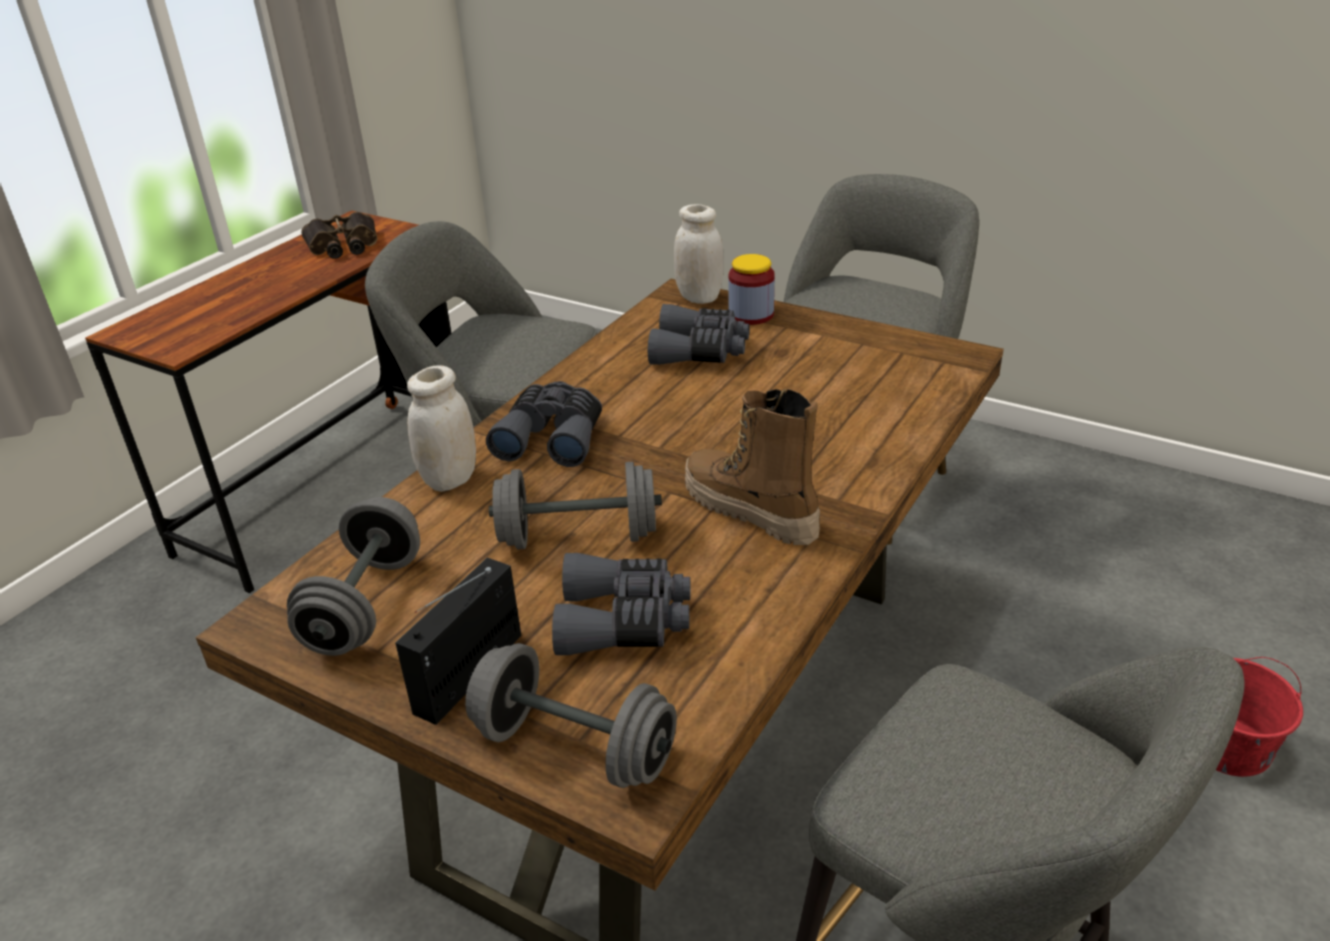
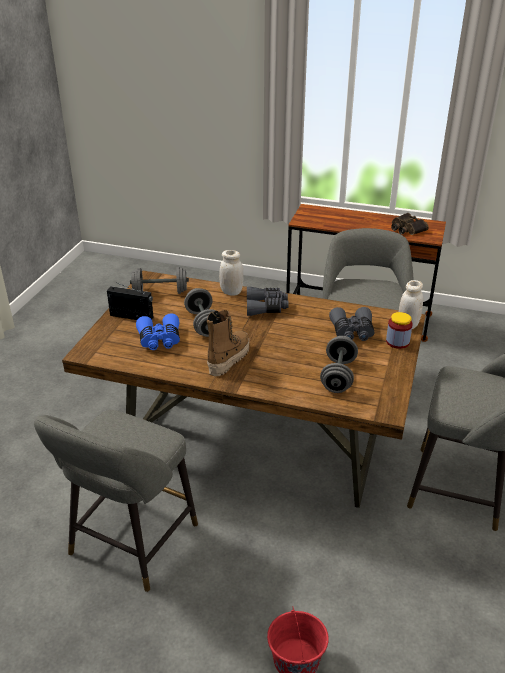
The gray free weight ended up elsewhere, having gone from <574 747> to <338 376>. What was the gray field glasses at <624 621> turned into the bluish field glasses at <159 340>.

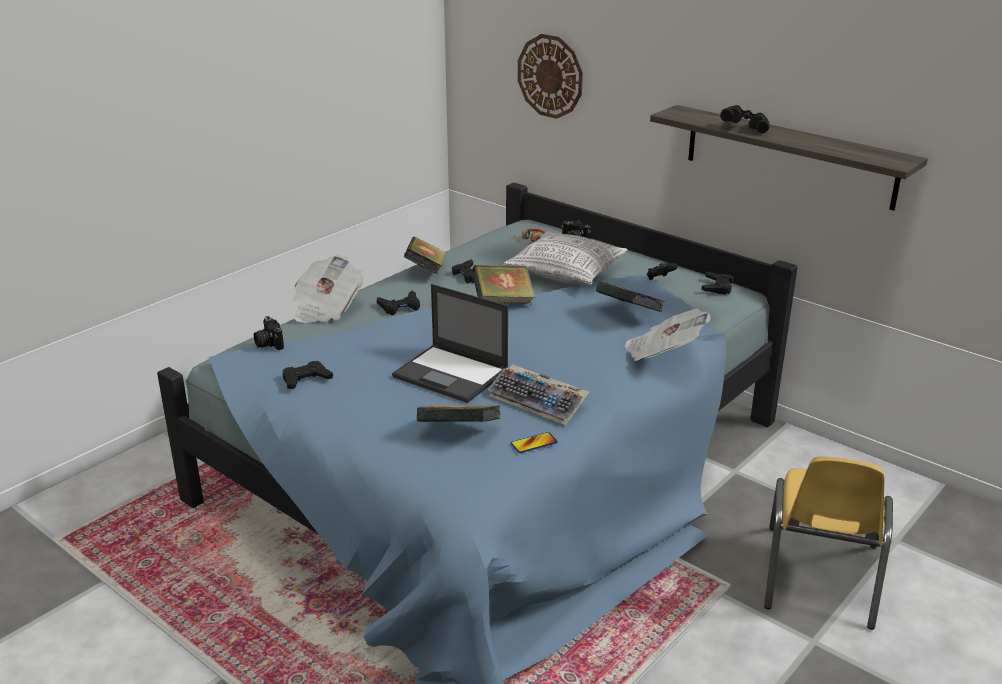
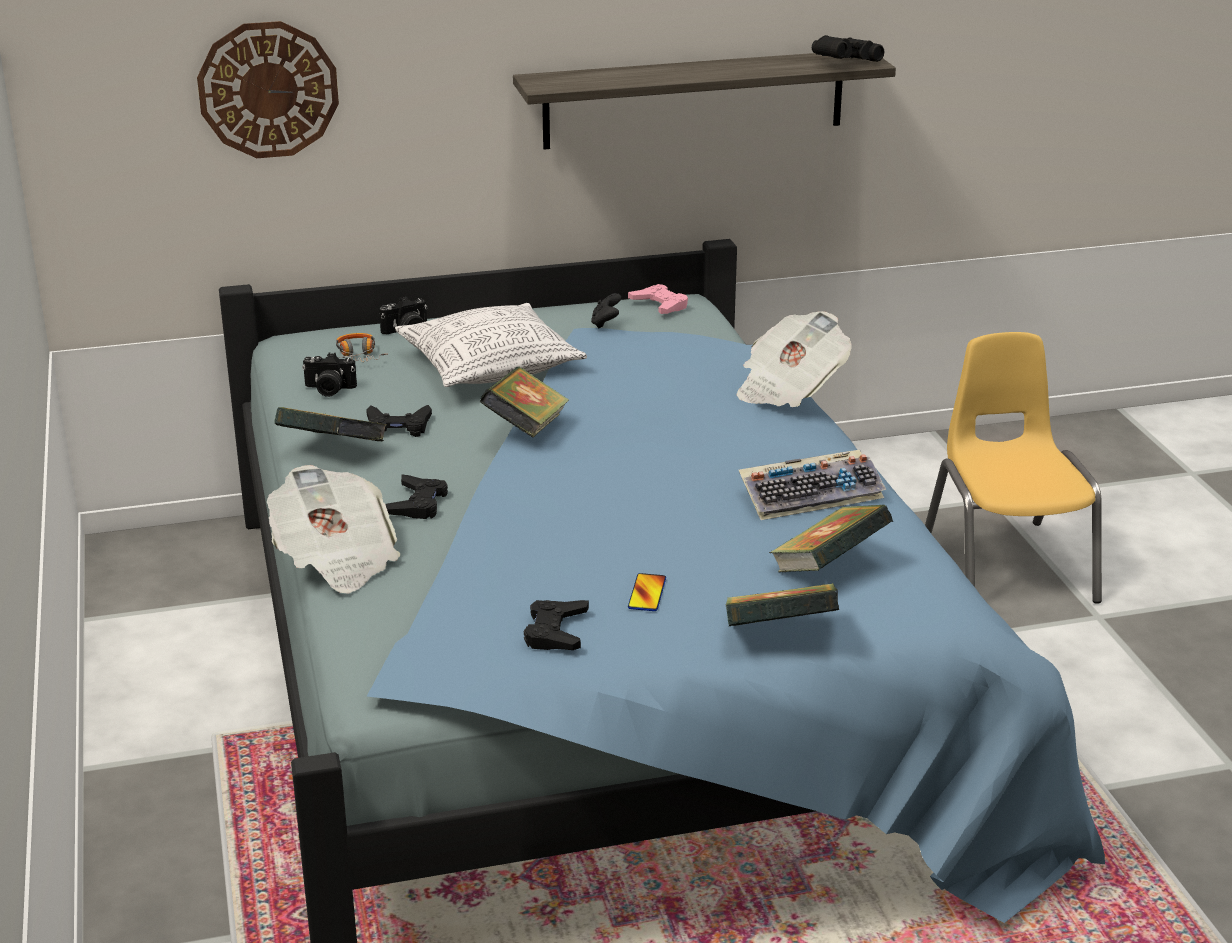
The photo camera ended up elsewhere, having gone from <268 343> to <329 390>. The second view lost the laptop at <452 374>. The telephone ended up elsewhere, having gone from <534 443> to <647 593>. The bound book ended up elsewhere, having gone from <629 313> to <780 635>. What was the blackish gamepad at <717 287> turned into the pink-coloured gamepad at <660 305>. The blackish field glasses ended up elsewhere, having gone from <745 128> to <843 63>. The yellow upright chair at <819 576> ended up facing another way, 150 degrees counterclockwise from before.

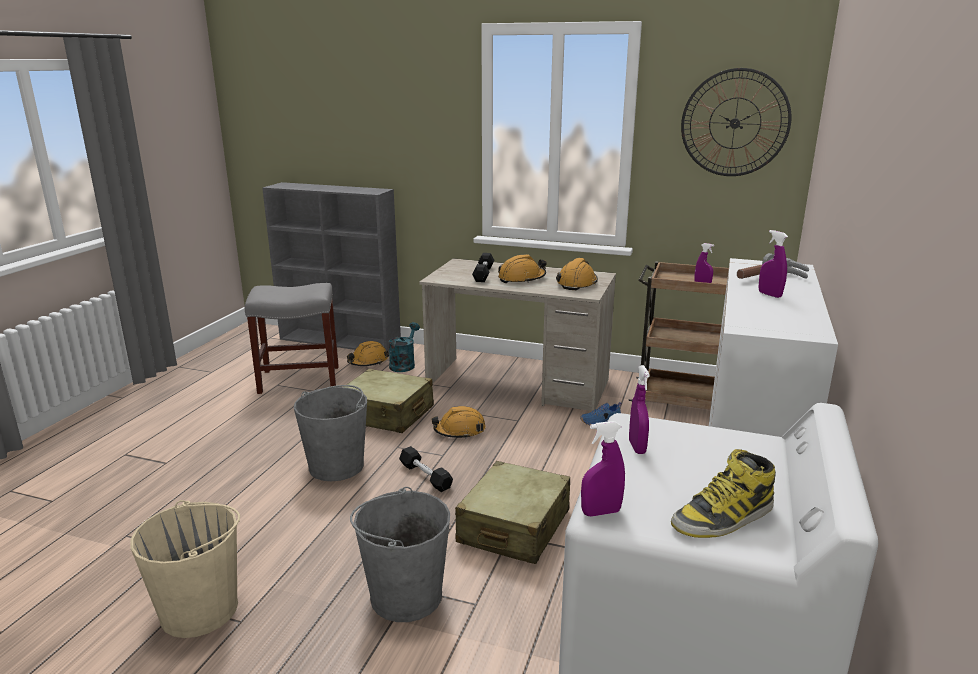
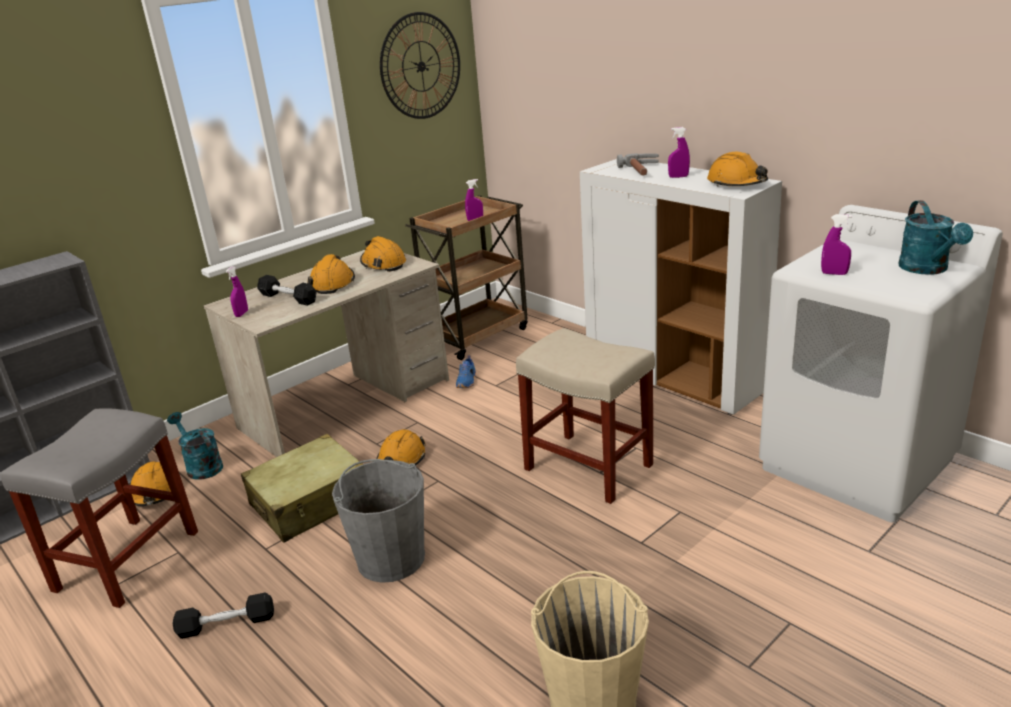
The second view lost the gray water bucket at <405 596>. The blackish free weight ended up elsewhere, having gone from <425 476> to <226 624>. Where the sand-coloured suitcase stood at <514 527>, the sand-coloured stool seat came to stand at <590 467>. The purple-coloured sprayer ended up elsewhere, having gone from <601 512> to <241 314>. Where the high-top boot stood at <723 518>, the blue-green watering can came to stand at <927 269>. The second view gained the orange work helmet at <737 183>.

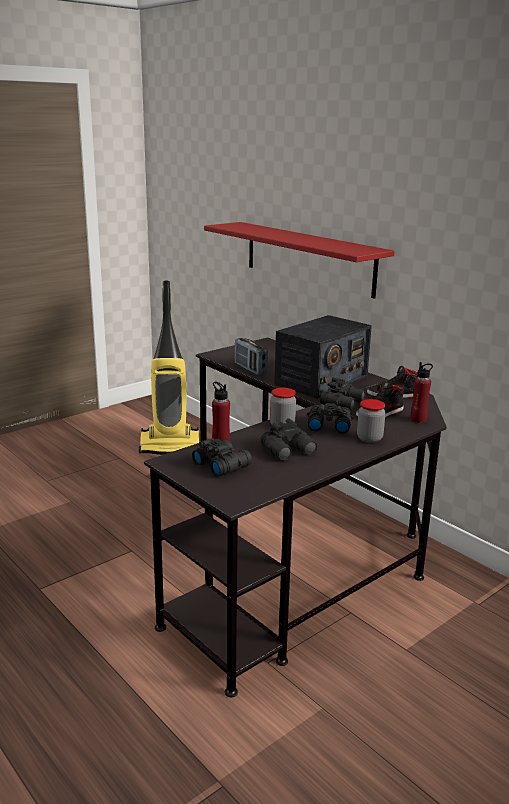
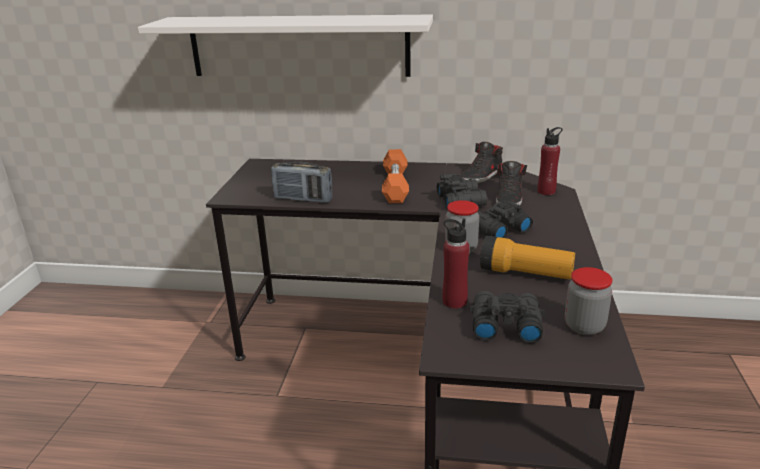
The second view lost the hoover at <170 446>. What was the reddish shelf at <308 258> turned into the white-coloured shelf at <298 46>. Where the blackish field glasses stood at <289 451>, the flashlight came to stand at <525 273>. Where the radio stood at <321 381>, the orange free weight came to stand at <395 186>. The jar ended up elsewhere, having gone from <369 438> to <584 326>.

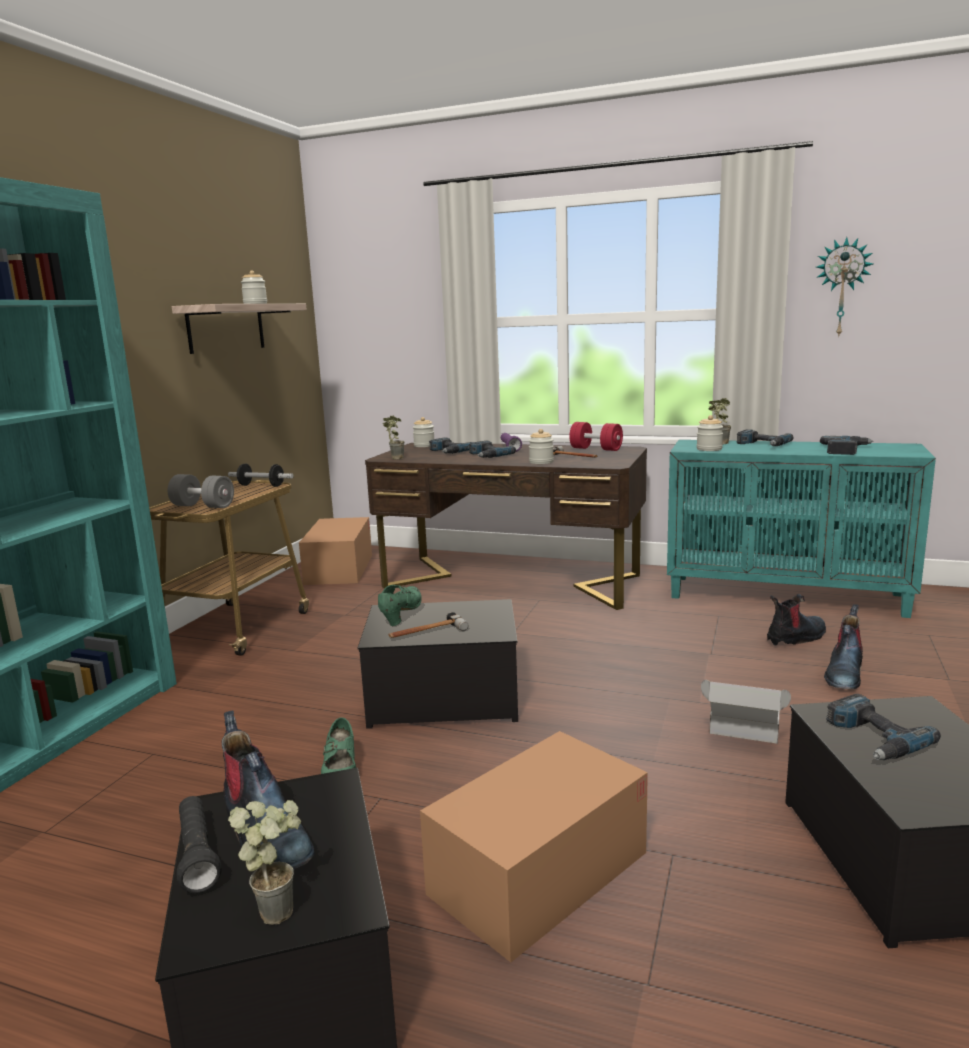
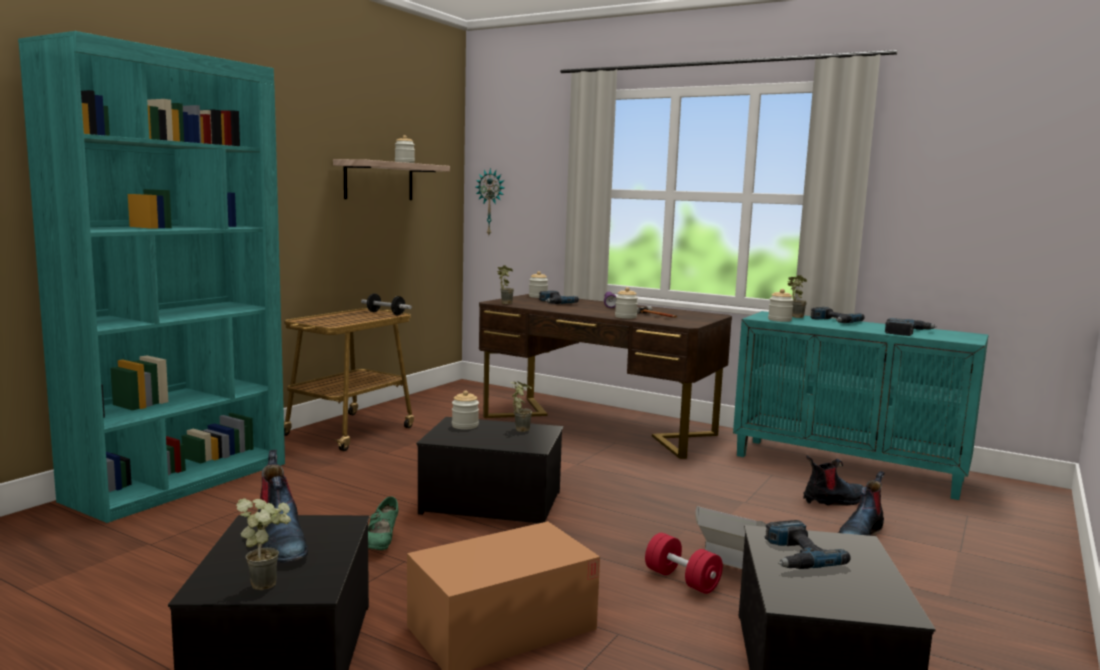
The second view lost the gray free weight at <203 506>. The second view lost the blackish flashlight at <197 855>. The second view lost the packing box at <339 569>. Where the green-coloured shoe stood at <401 615>, the jar came to stand at <465 426>. The second view lost the tool hammer at <427 633>. The second view lost the drill at <487 455>. The reddish free weight ended up elsewhere, having gone from <596 449> to <682 580>. The clock on the wall ended up elsewhere, having gone from <842 288> to <491 202>. The second view gained the houseplant at <519 429>.

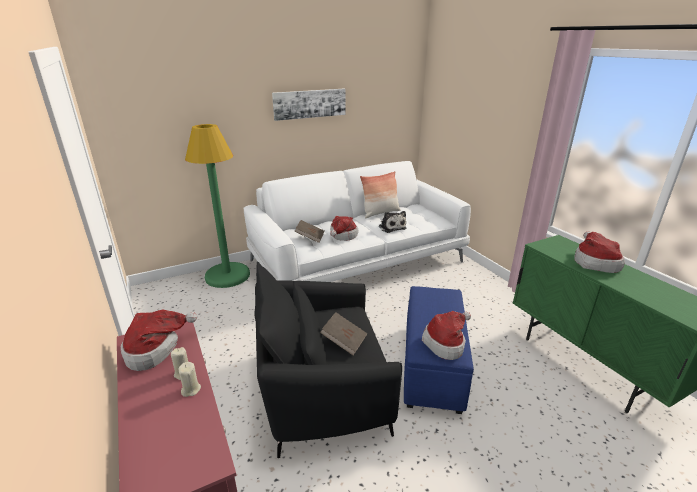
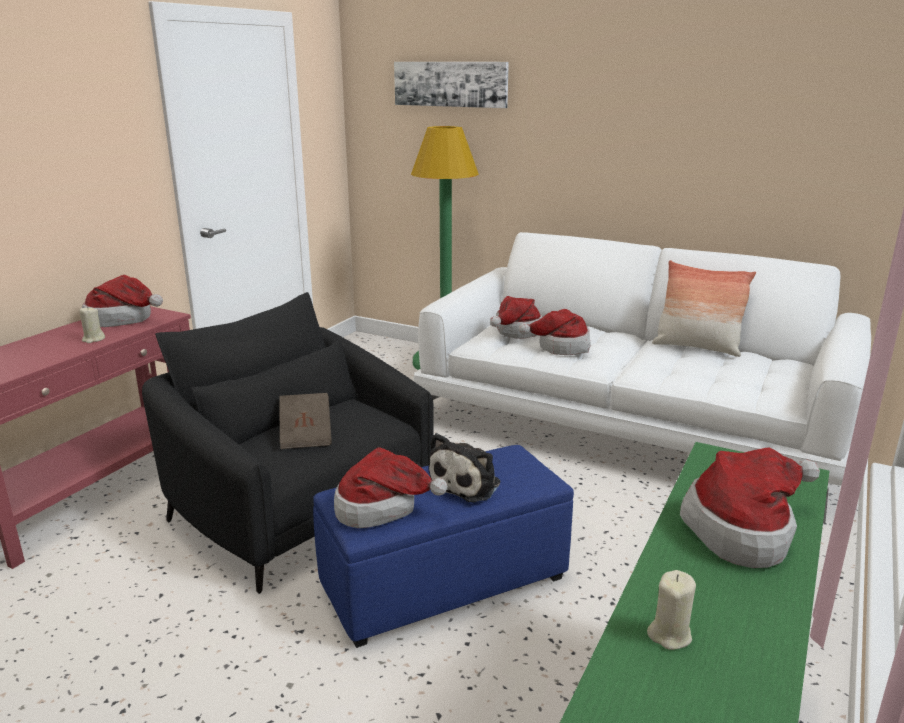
The sand-coloured wax light ended up elsewhere, having gone from <191 389> to <669 634>. The wall picture ended up elsewhere, having gone from <309 103> to <450 84>. Where the brown bound book stood at <310 237>, the clothing hat came to stand at <515 331>. The plush toy ended up elsewhere, having gone from <391 227> to <467 483>.

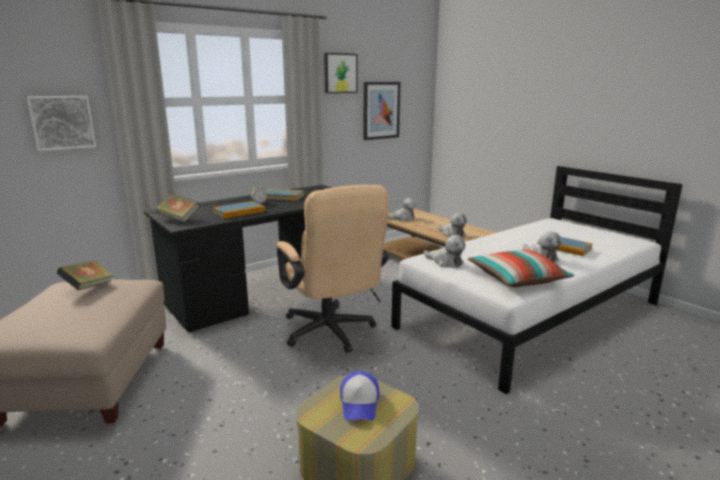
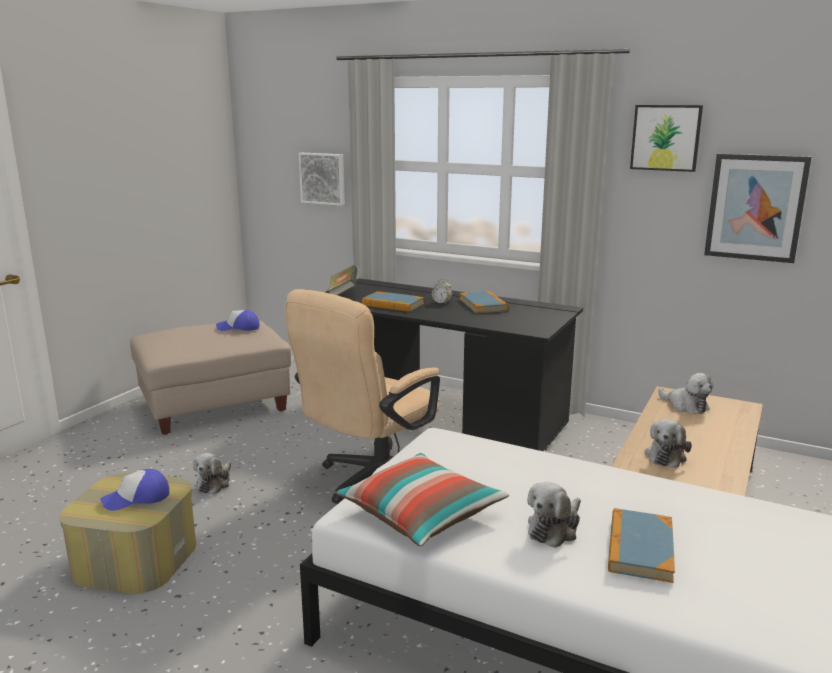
Where the bound book stood at <88 287>, the baseball cap came to stand at <238 328>. The plush toy ended up elsewhere, having gone from <445 262> to <215 483>.

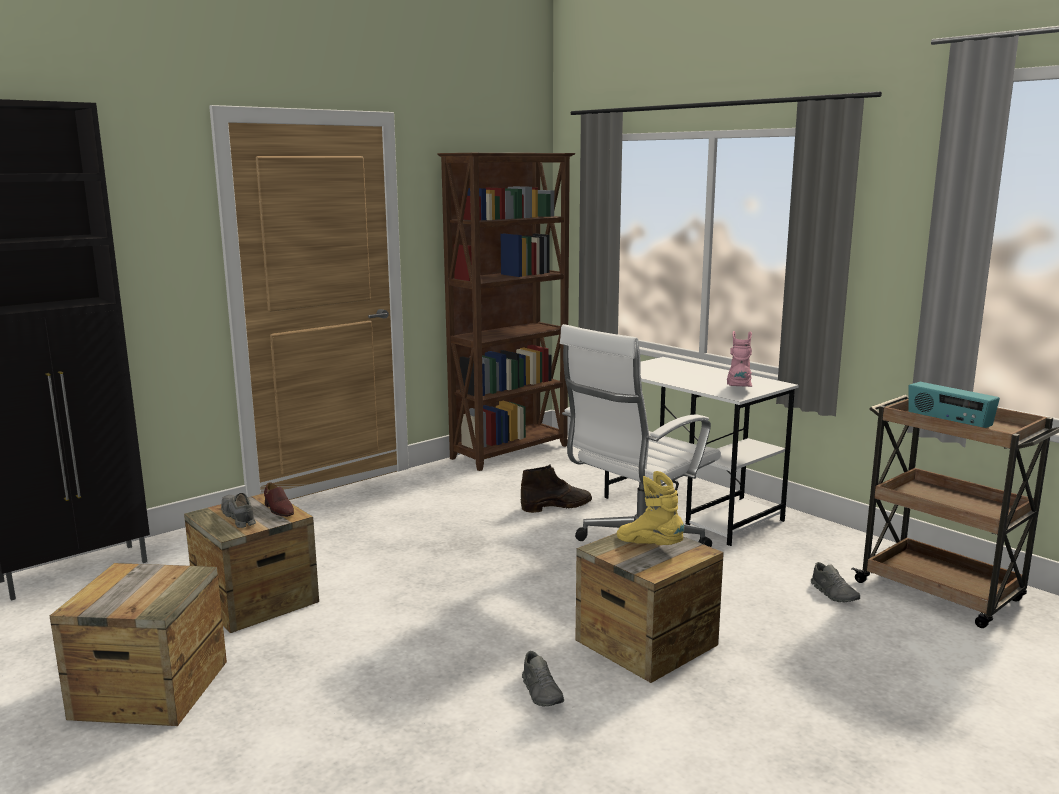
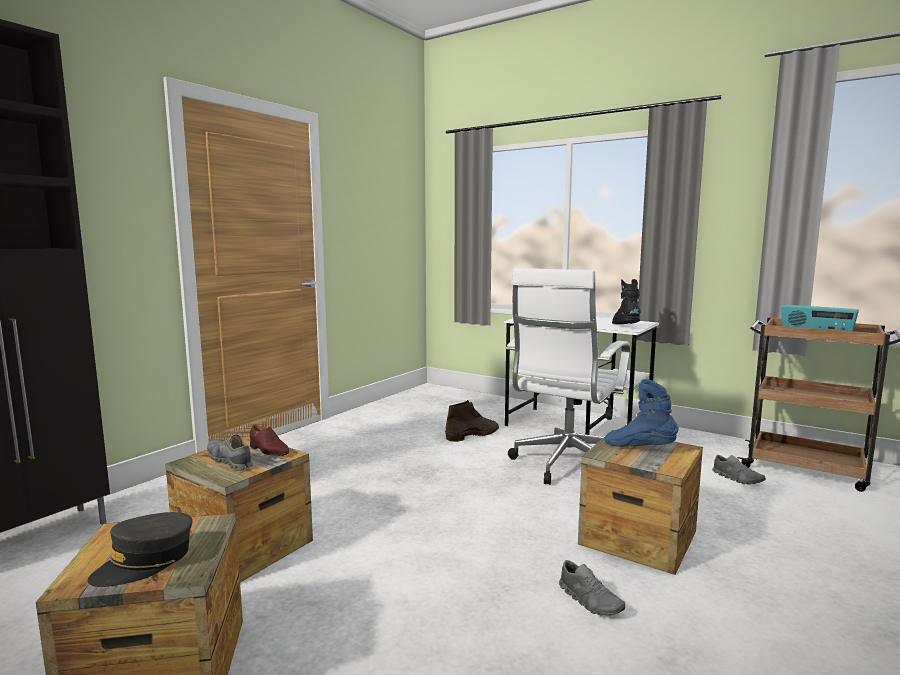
The second view lost the brown bookcase at <511 452>. What was the yellow high-top boot at <649 545> turned into the bluish high-top boot at <639 448>. What was the pink-coloured high-top boot at <739 390> turned into the blackish high-top boot at <625 326>. The second view gained the gray baseball cap at <145 562>.

